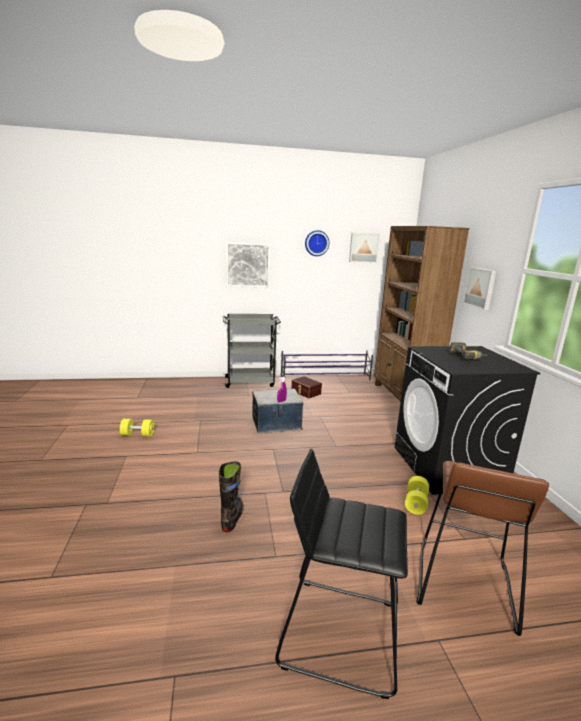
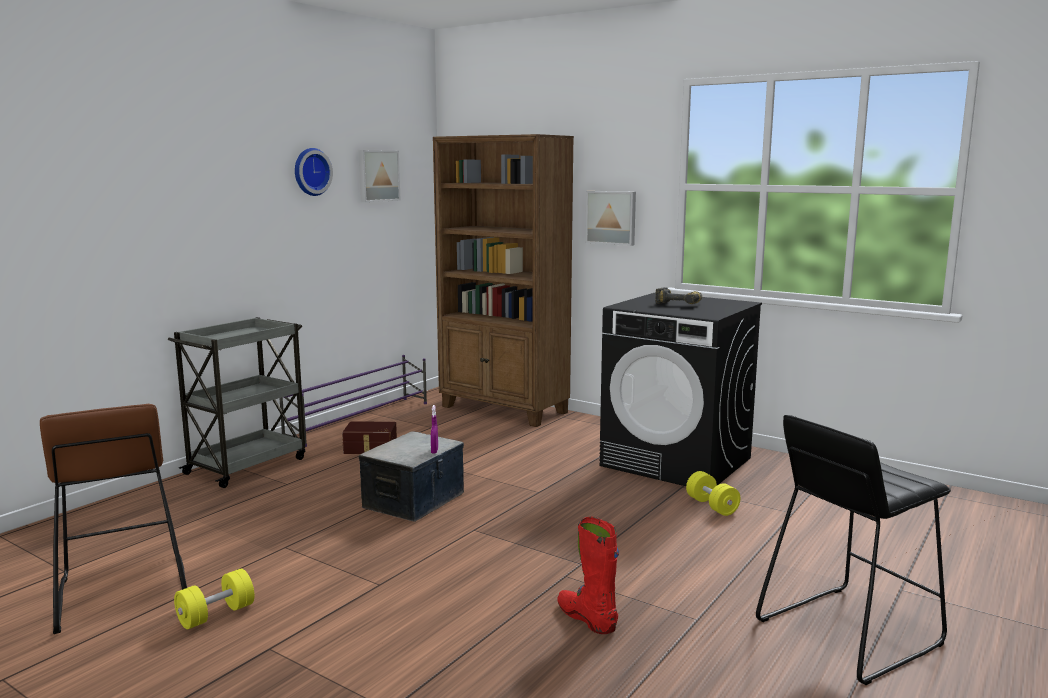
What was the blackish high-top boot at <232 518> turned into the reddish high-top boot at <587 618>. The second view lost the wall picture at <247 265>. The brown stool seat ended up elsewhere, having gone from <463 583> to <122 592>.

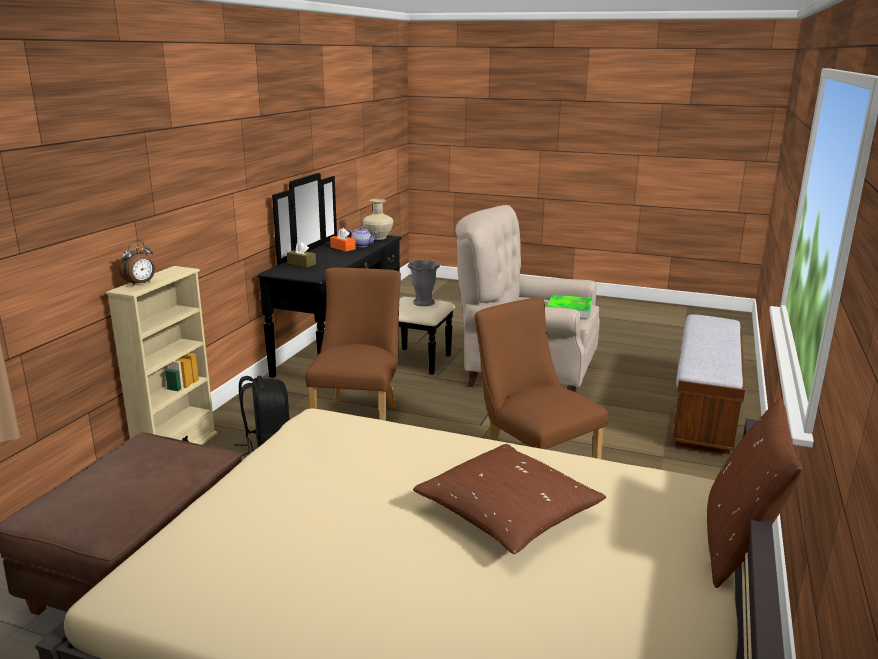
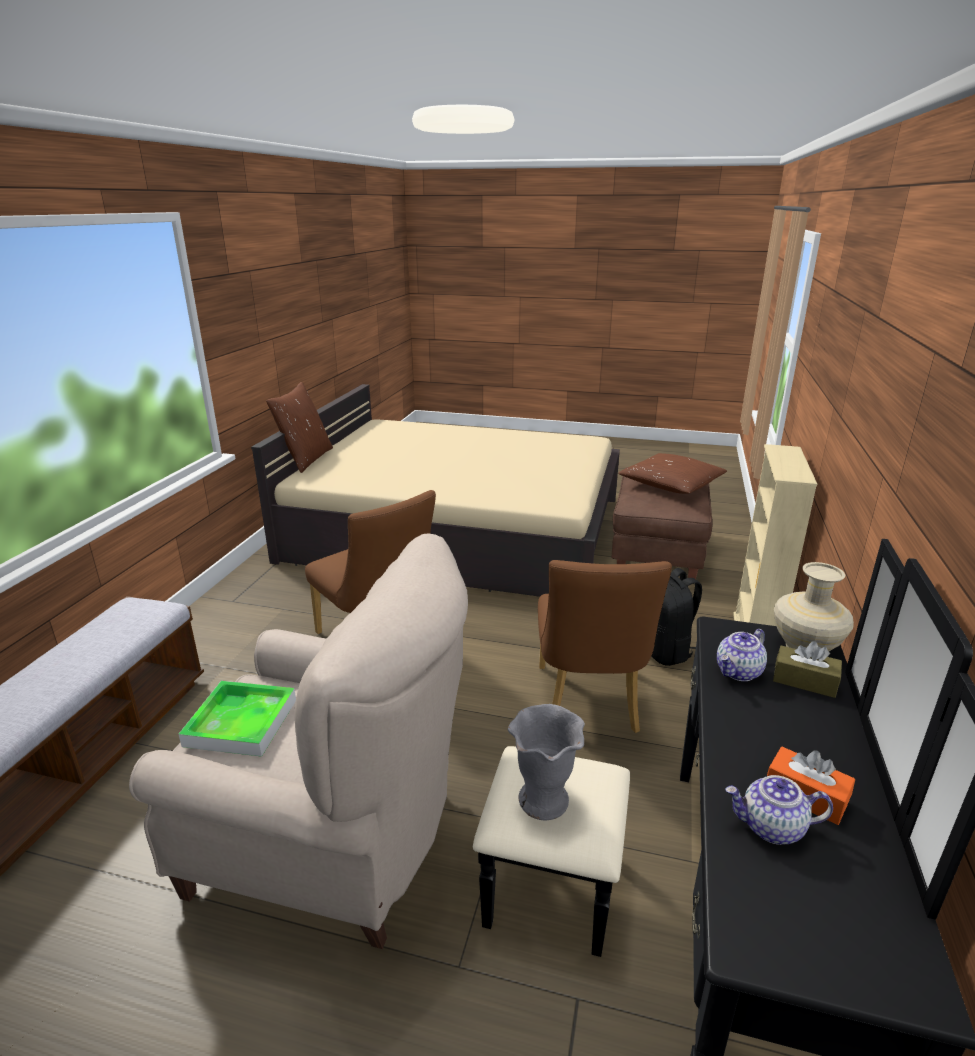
The second view lost the bedside clock at <140 284>. The sand-coloured flower vase ended up elsewhere, having gone from <378 237> to <806 648>. The brown pillow ended up elsewhere, having gone from <508 513> to <671 485>. The second view gained the tea pot at <739 672>.

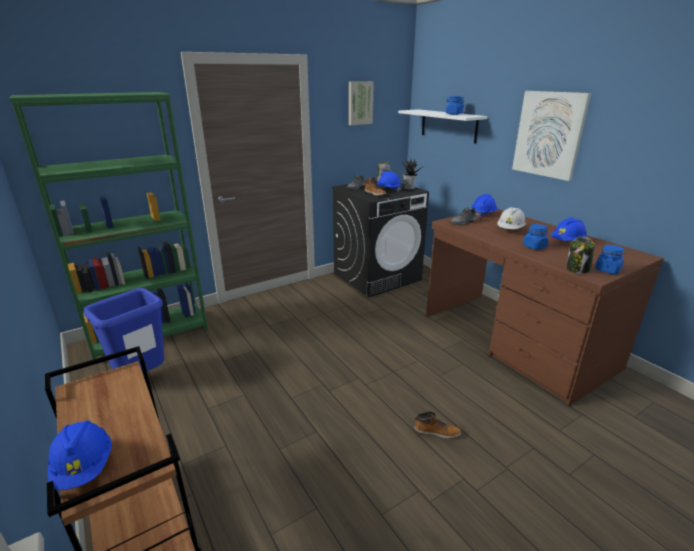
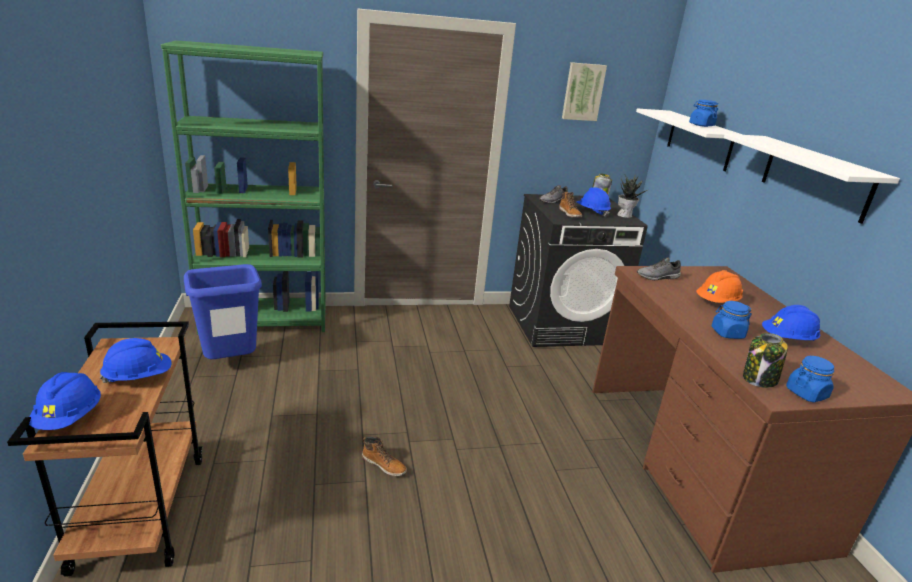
The high-top boot ended up elsewhere, having gone from <437 432> to <384 465>. The bluish work helmet ended up elsewhere, having gone from <483 214> to <138 377>. What was the white-coloured work helmet at <510 230> turned into the orange work helmet at <717 302>. Where the wall picture hung at <549 134>, the white-coloured shelf came to hang at <815 177>.

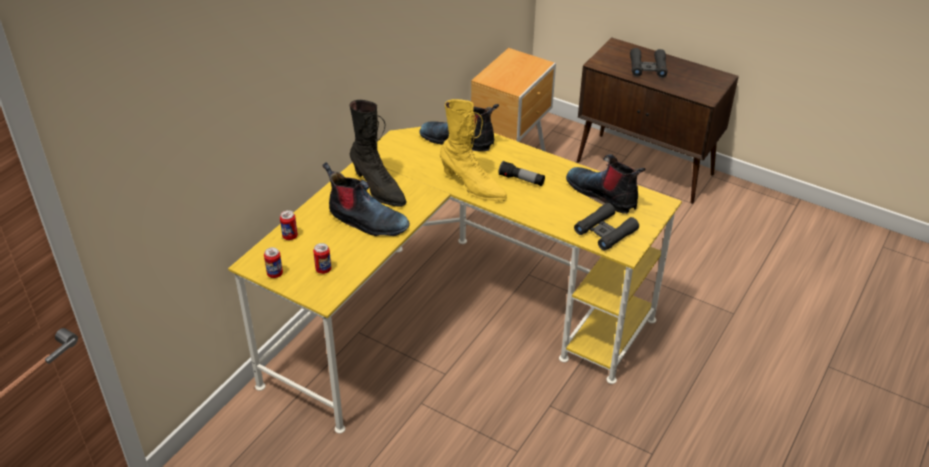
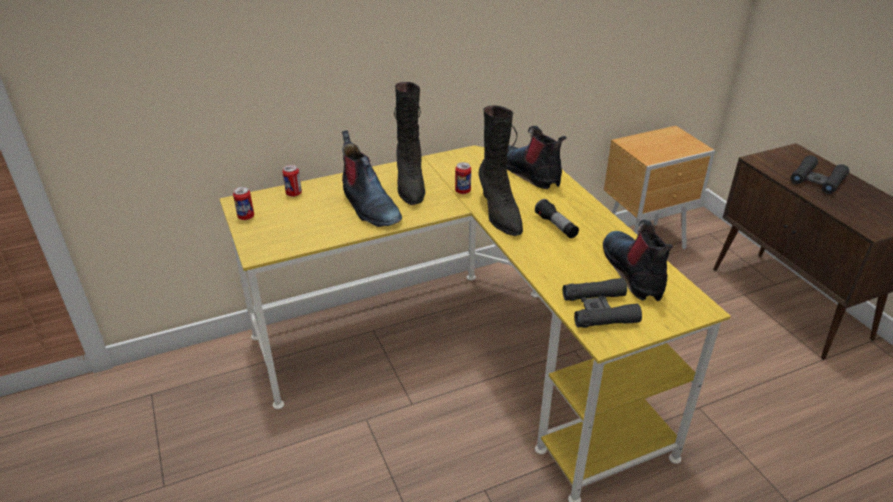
The sealed can ended up elsewhere, having gone from <323 269> to <462 191>. What was the yellow high-top boot at <472 186> turned into the blackish high-top boot at <499 214>.

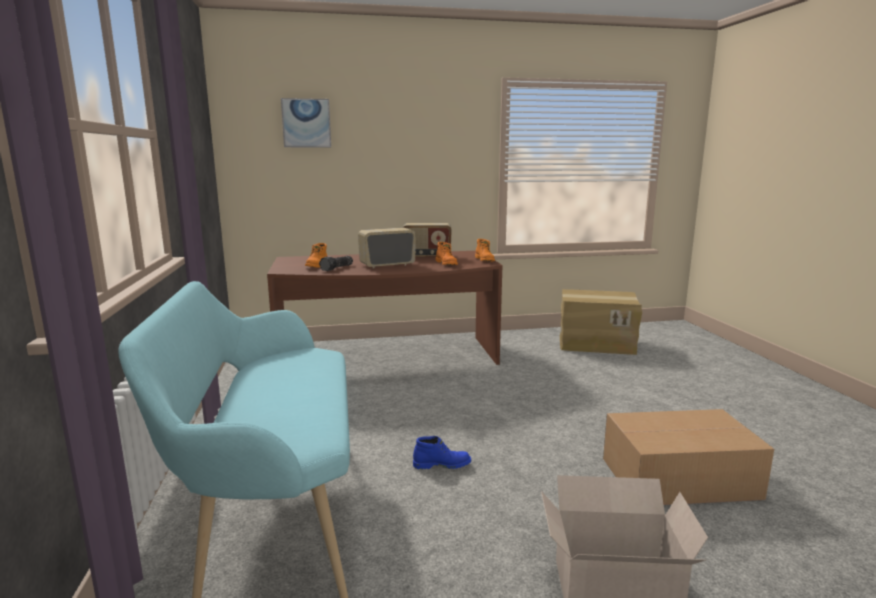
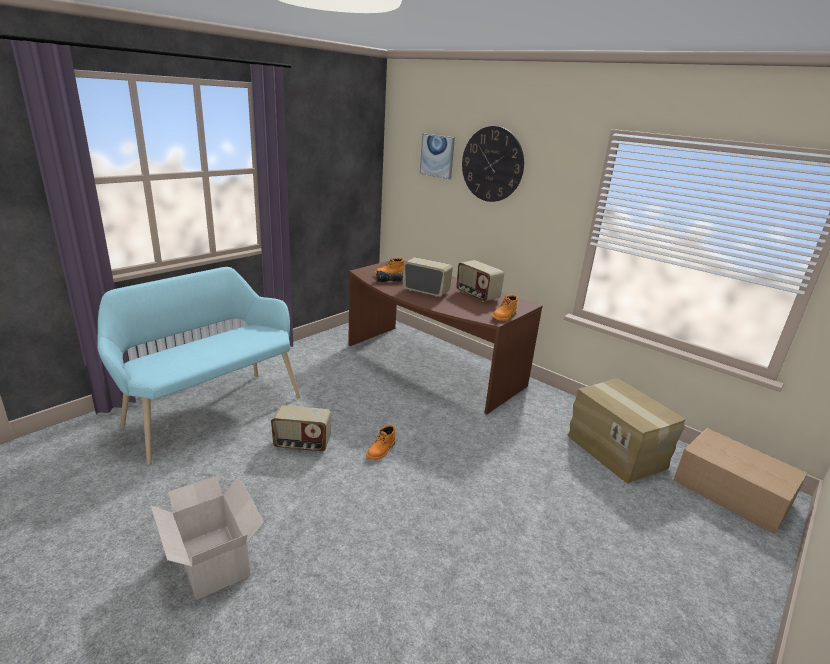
Where the bluish high-top boot stood at <442 464>, the radio came to stand at <302 444>. The orange high-top boot ended up elsewhere, having gone from <447 264> to <381 451>. The packing box ended up elsewhere, having gone from <681 478> to <733 493>. The second view gained the clock on the wall at <492 164>.

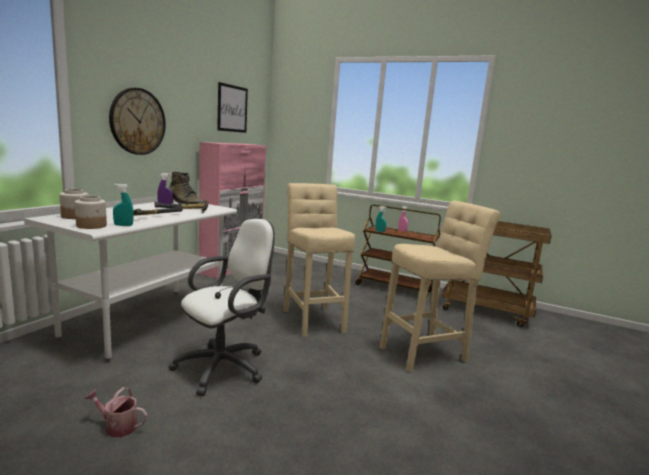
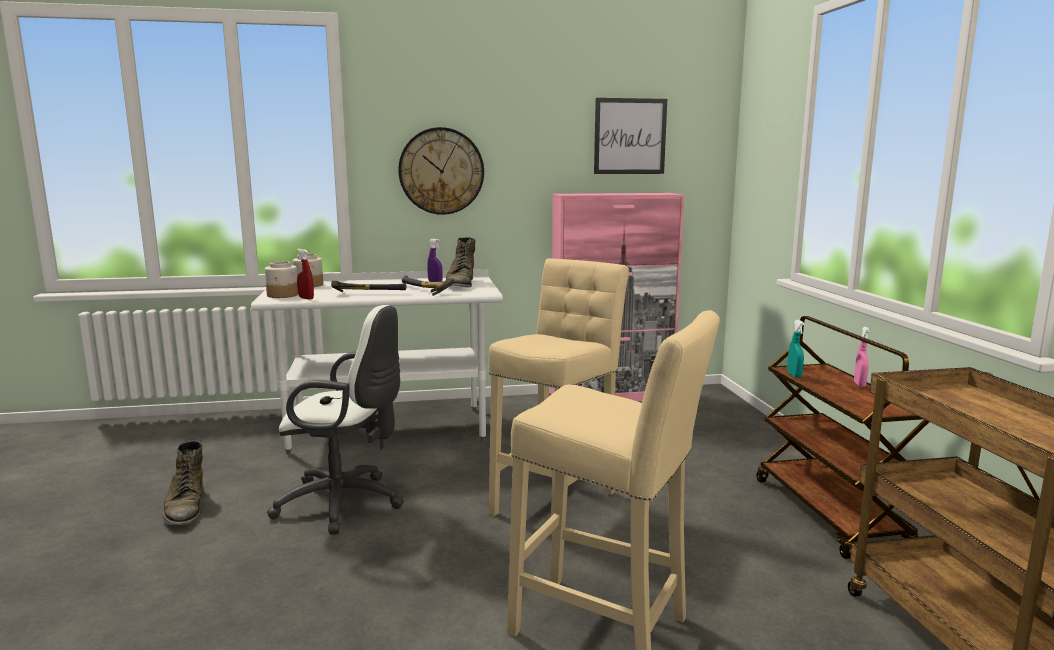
Where the watering can stood at <117 426>, the green-coloured high-top boot came to stand at <185 507>. What was the blue-green sprayer at <123 225> turned into the reddish sprayer at <306 298>.

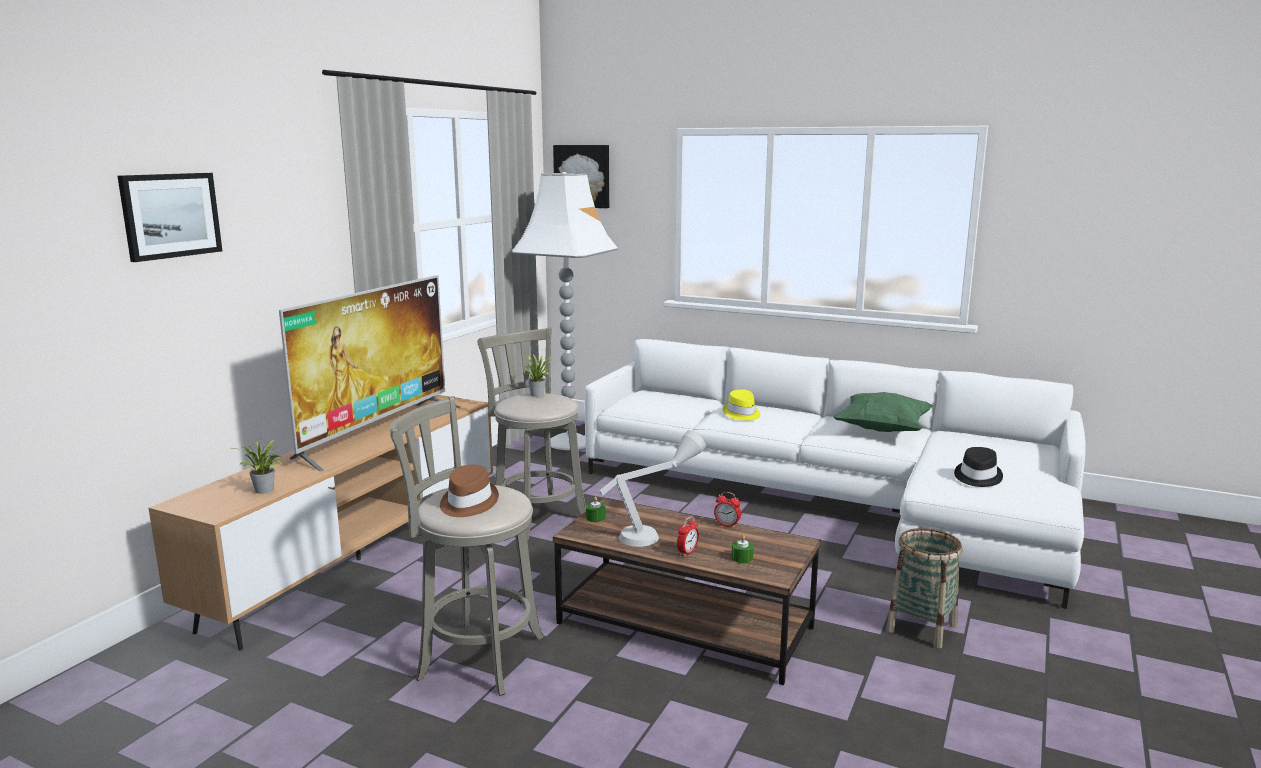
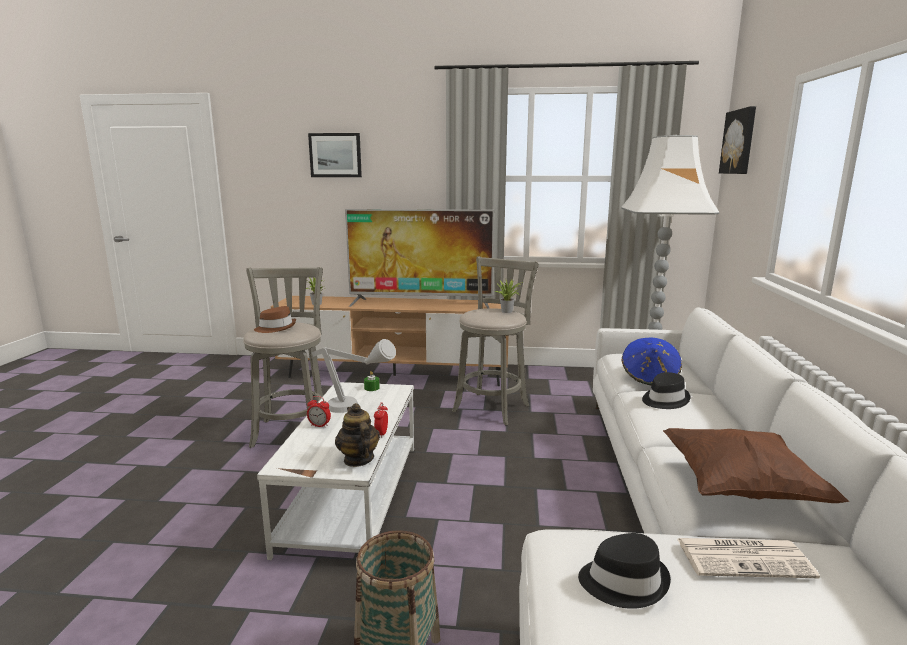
What was the brown low table at <686 625> turned into the white-coloured low table at <353 496>. What was the yellow clothing hat at <741 414> turned into the blackish clothing hat at <664 400>. The second view lost the green-coloured wax light at <742 558>. What was the green-coloured pillow at <882 430> turned into the brown pillow at <740 488>. The second view gained the tea pot at <358 459>. The second view gained the bluish clothing hat at <650 377>. The second view gained the daily paper at <745 558>.

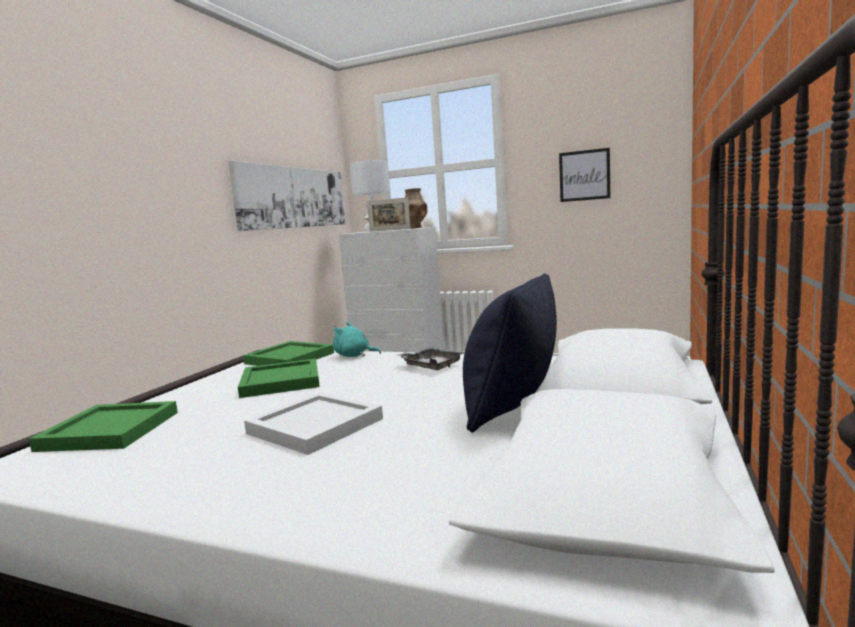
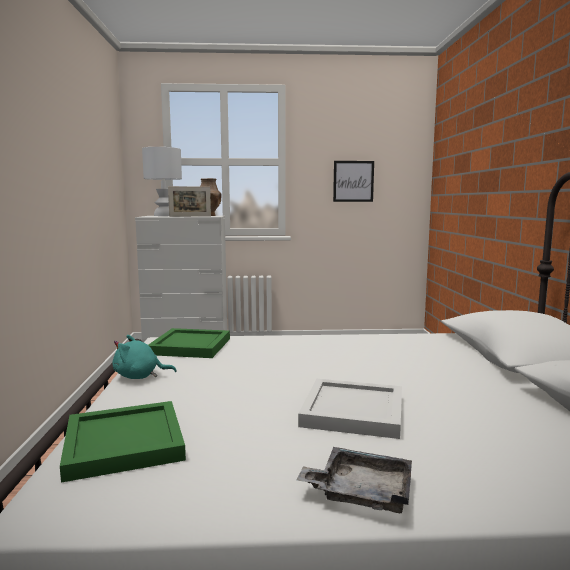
The second view lost the wall picture at <294 197>. The second view lost the green-coloured tray at <282 382>. The blue-green plush toy ended up elsewhere, having gone from <354 356> to <139 376>. The gray tray ended up elsewhere, having gone from <431 366> to <360 492>. The second view lost the blackish pillow at <511 408>.

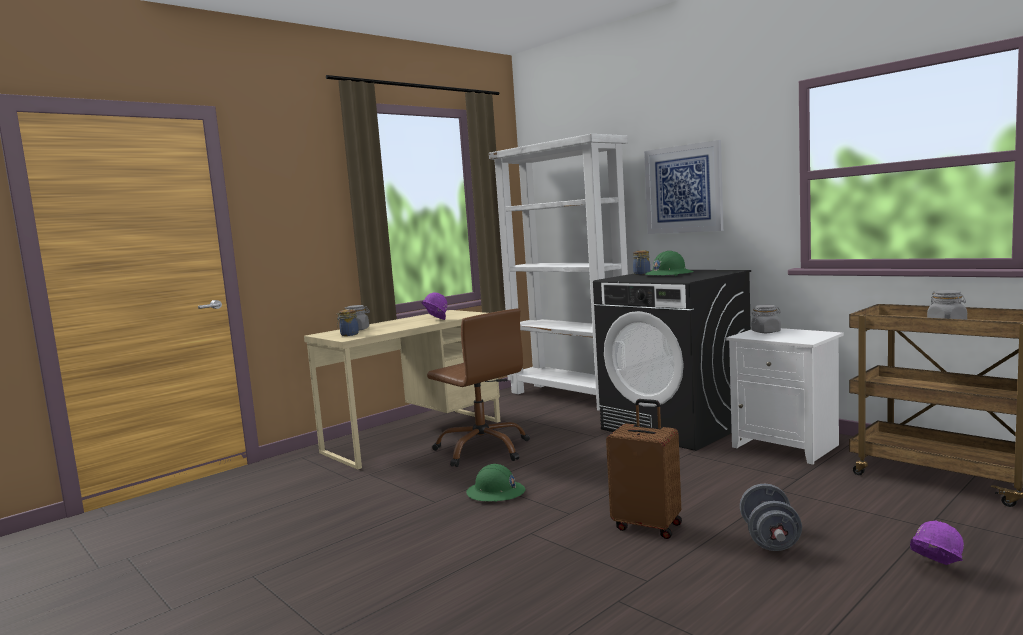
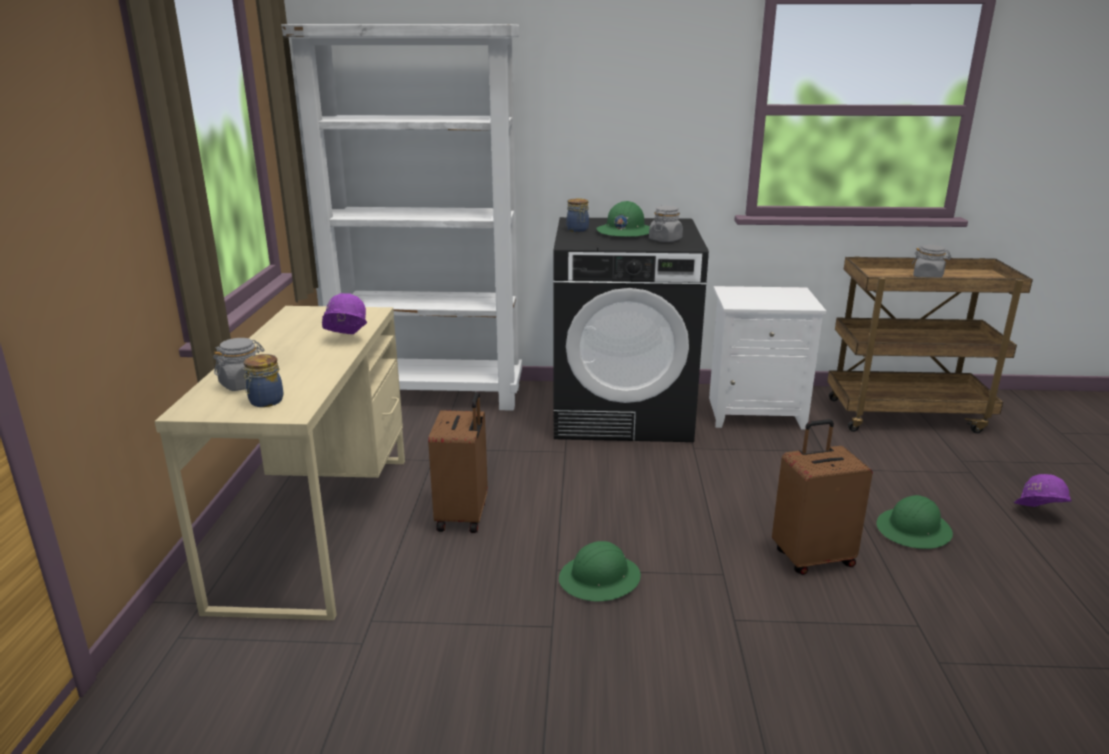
Where the brown desk chair stood at <483 449>, the brown suitcase came to stand at <464 516>. The second view lost the wall picture at <683 189>. Where the gray free weight stood at <770 539>, the green-coloured work helmet came to stand at <914 530>. The gray jar ended up elsewhere, having gone from <766 332> to <665 240>.

